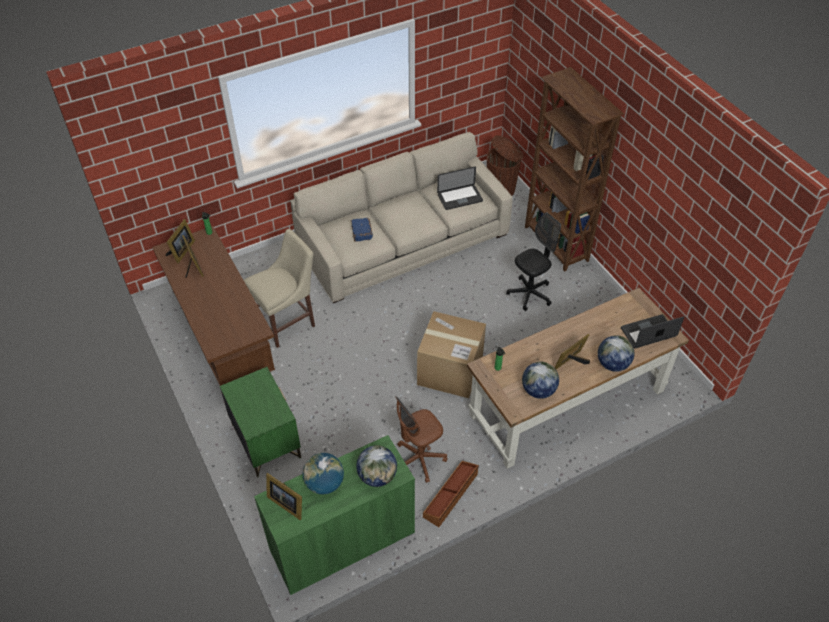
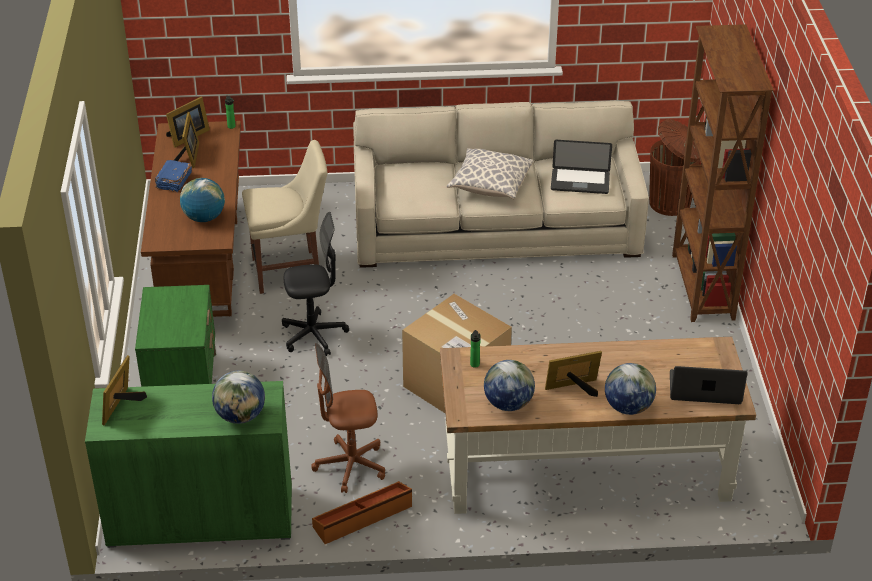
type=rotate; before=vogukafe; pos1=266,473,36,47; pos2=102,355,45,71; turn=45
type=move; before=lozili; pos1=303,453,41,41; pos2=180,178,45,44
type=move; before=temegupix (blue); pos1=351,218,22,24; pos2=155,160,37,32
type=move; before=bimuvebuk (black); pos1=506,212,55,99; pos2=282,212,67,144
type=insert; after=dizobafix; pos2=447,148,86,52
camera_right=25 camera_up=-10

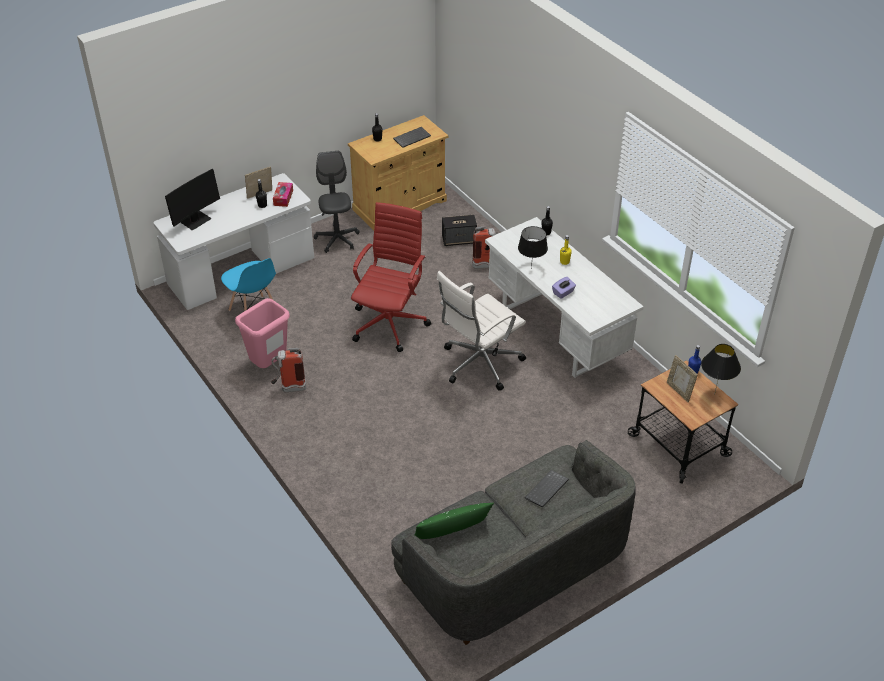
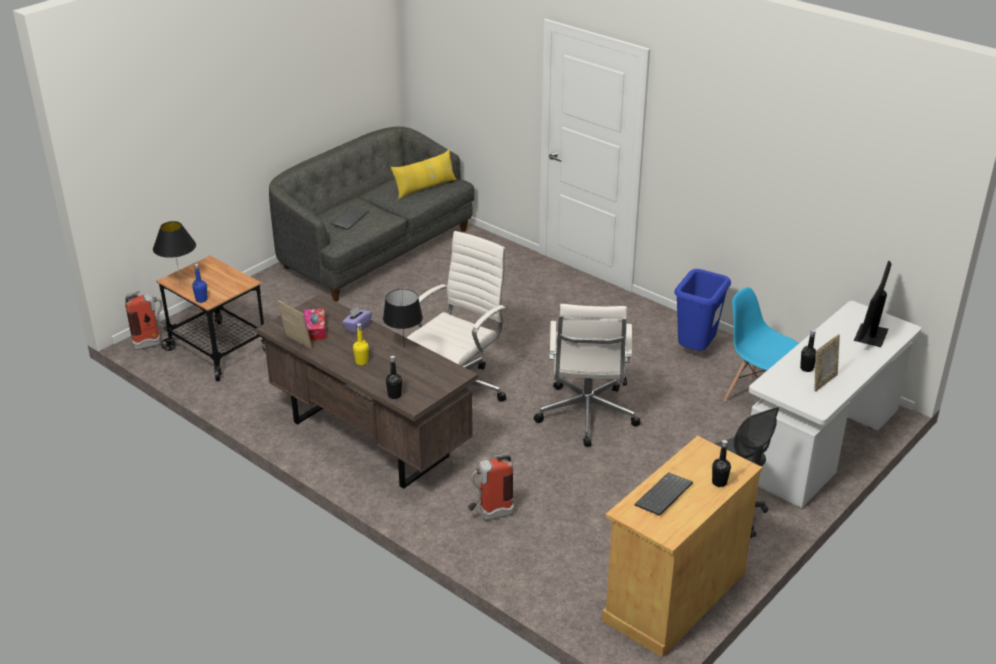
type=recolor; before=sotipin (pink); after=sotipin (blue); pos1=235,298,55,70; pos2=674,269,57,82
type=move; before=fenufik; pos1=271,348,35,44; pos2=125,291,42,59
type=move; before=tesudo; pos1=273,182,20,25; pos2=304,308,22,32
type=recolor; before=bimuvebuk (red); after=bimuvebuk (white); pos1=351,202,80,150; pos2=534,304,106,143
type=recolor; before=dizobafix (green); after=dizobafix (yellow); pos1=415,503,79,36; pos2=391,150,65,49
type=delete; before=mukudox; pos1=442,215,35,31
type=recolor; before=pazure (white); after=pazure (brown); pos1=485,217,159,161; pos2=256,294,222,195
type=move; before=vogukafe; pos1=667,355,31,47; pos2=278,300,34,50
camera_right=165 camera_up=-10

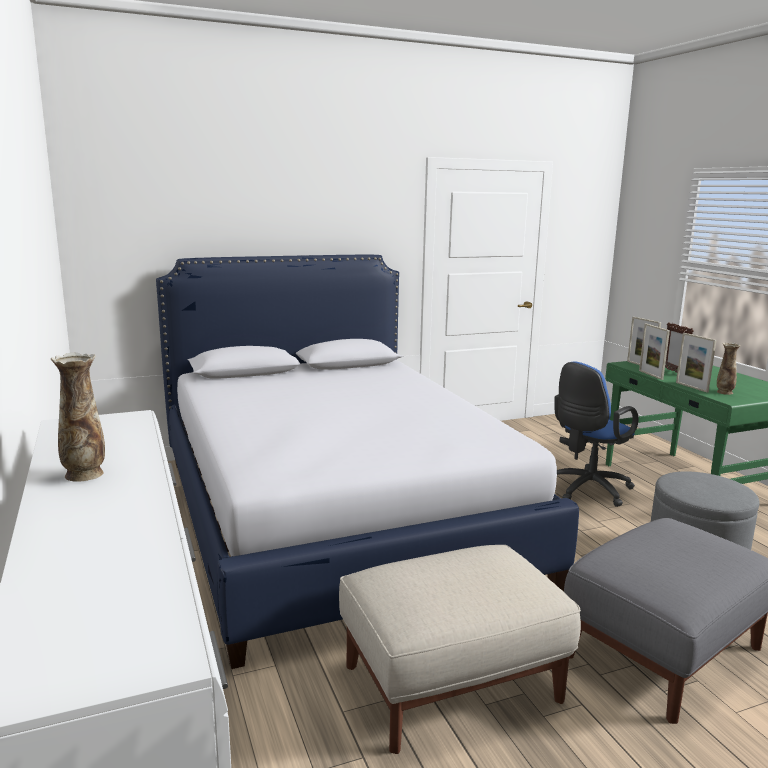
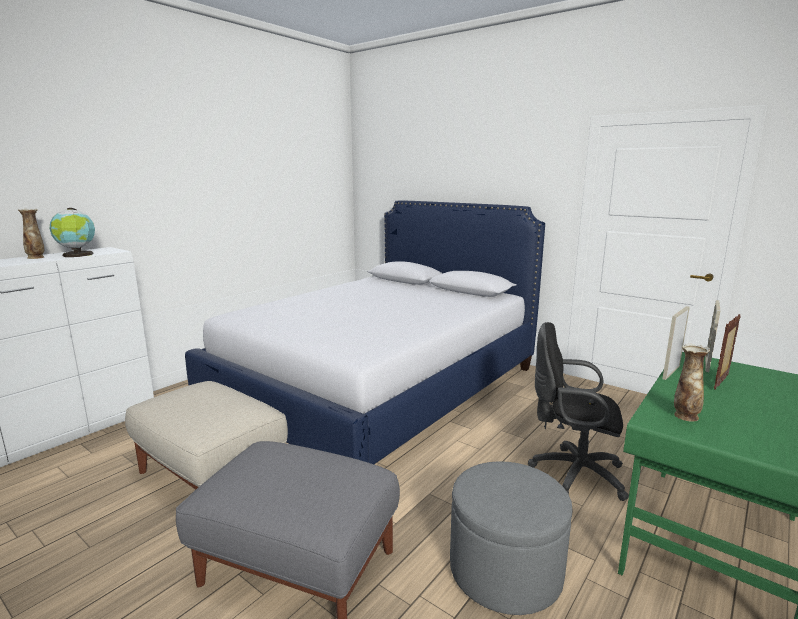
type=recolor; before=bimuvebuk (blue); after=bimuvebuk (black); pos1=554,361,85,146; pos2=528,322,101,179
type=delete; before=vogukafe; pos1=676,333,41,59
type=insert; after=lozili; pos2=50,208,45,49
camera_right=60 camera_up=0

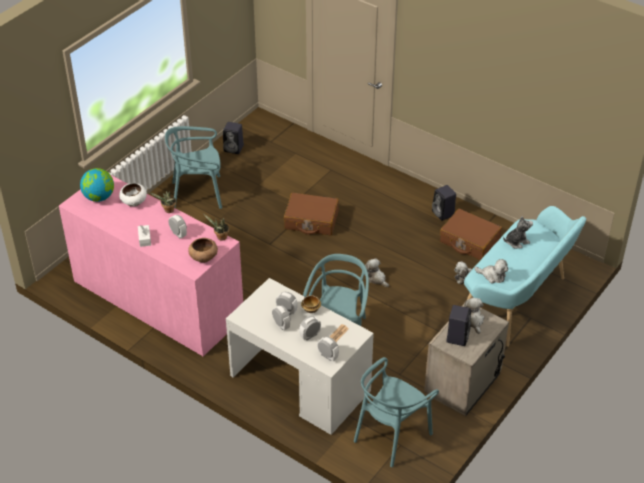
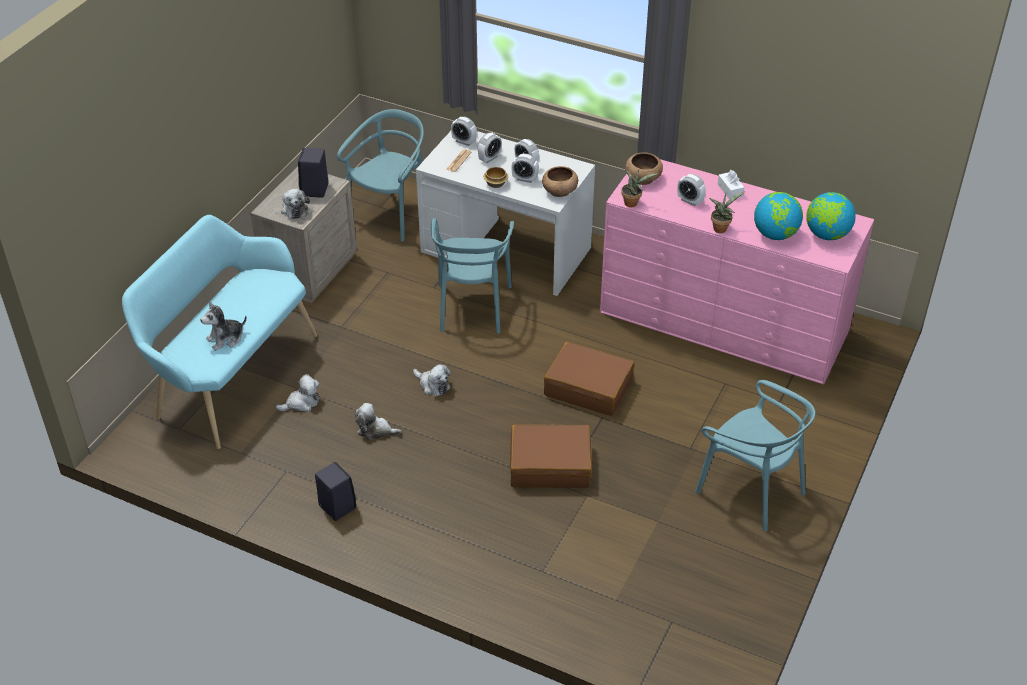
type=replace; before=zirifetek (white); after=lozili; pos1=119,183,28,24; pos2=754,192,49,48
type=rotate; before=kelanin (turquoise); pos1=165,126,57,83; pos2=695,380,120,151; turn=60
type=delete; before=mukudox (black); pos1=223,122,21,32
type=move; before=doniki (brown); pos1=440,209,62,51; pos2=544,342,90,74
type=move; before=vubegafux; pos1=475,259,33,25; pos2=355,403,47,37
type=insert; after=zirifetek (brown); pos2=542,166,36,31
camera_right=170 camera_up=0

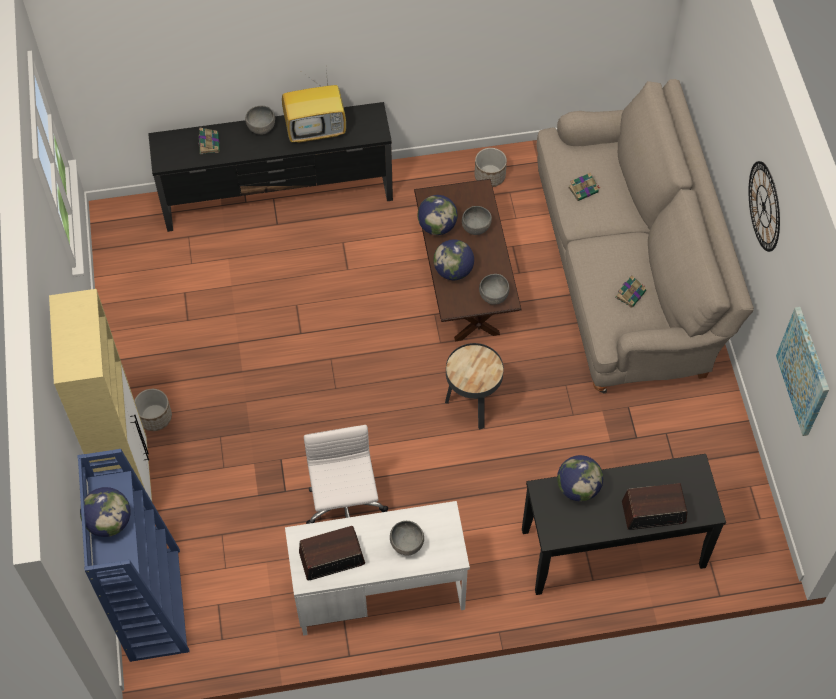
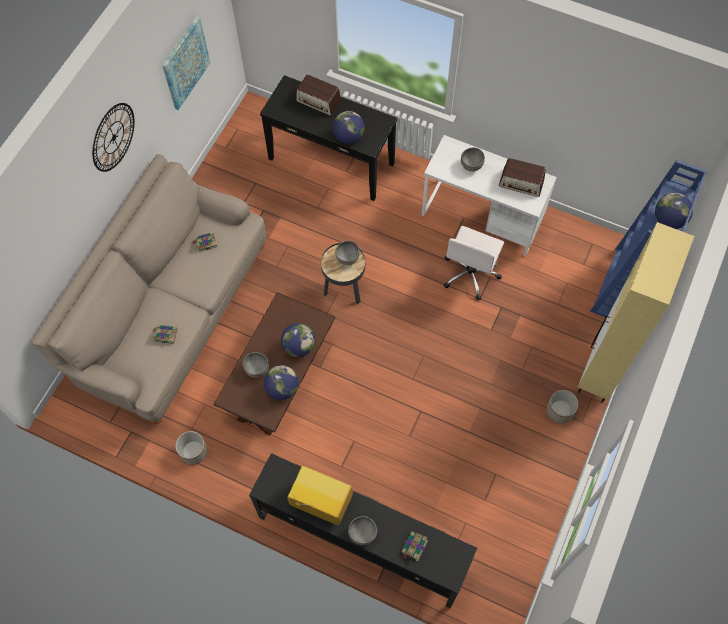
type=move; before=zirifetek (grey); pos1=479,274,30,31; pos2=335,241,25,24
camera_right=-145 camera_up=5

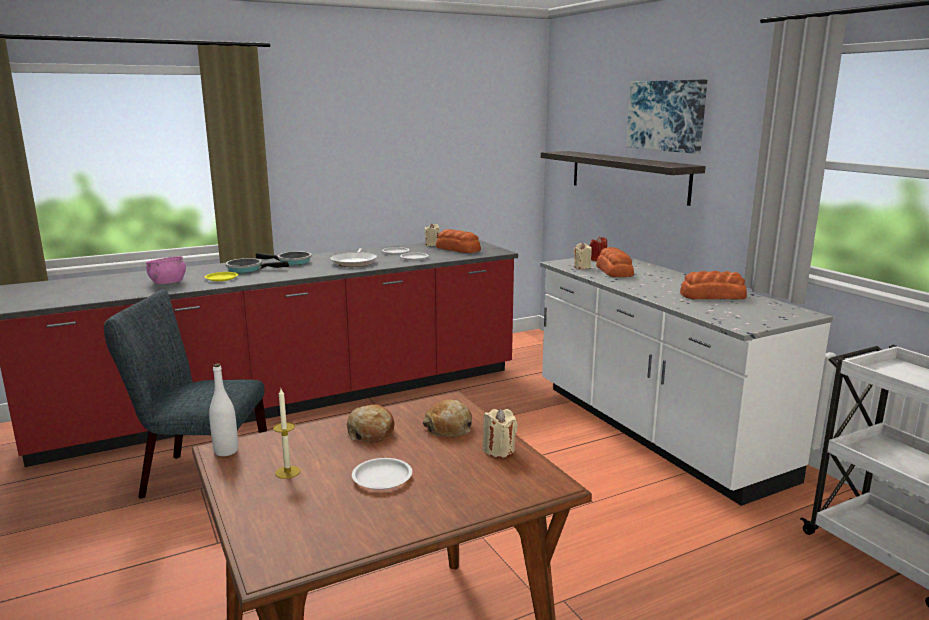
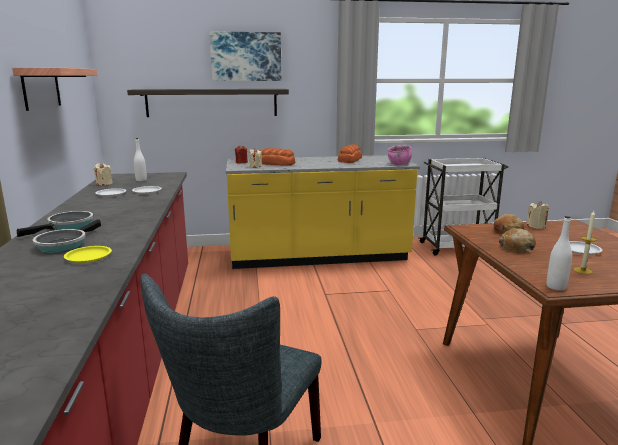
type=move; before=zirifetek (pink); pos1=146,256,40,28; pos2=388,145,24,20
type=delete; before=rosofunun; pos1=330,248,47,19
type=replace; before=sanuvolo; after=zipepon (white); pos1=436,229,45,24; pos2=134,138,13,43
type=recolor; before=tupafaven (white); after=tupafaven (yellow); pos1=540,258,293,248; pos2=226,155,194,114
type=insert; after=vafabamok; pos2=12,67,85,44
camera_right=-70 camera_up=0

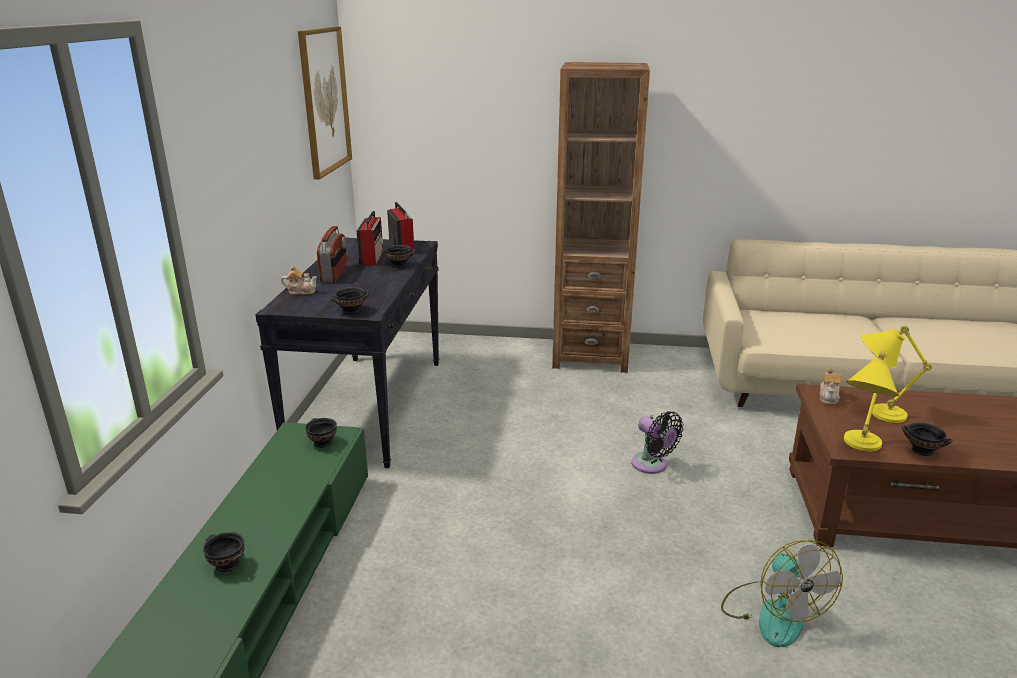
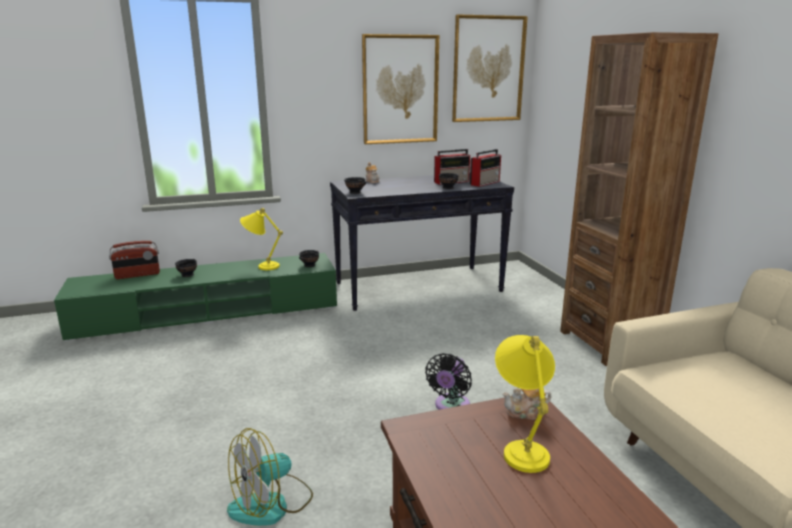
type=move; before=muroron; pos1=317,226,30,56; pos2=109,241,51,38
type=move; before=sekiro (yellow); pos1=844,351,55,100; pos2=240,208,43,62
type=delete; before=zirifetek (black); pos1=901,422,52,34
type=insert; after=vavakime; pos2=362,34,77,110
camera_right=65 camera_up=-5

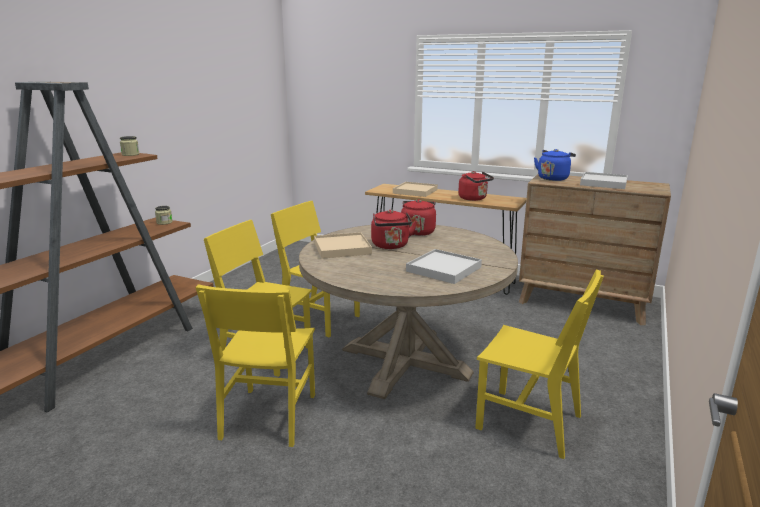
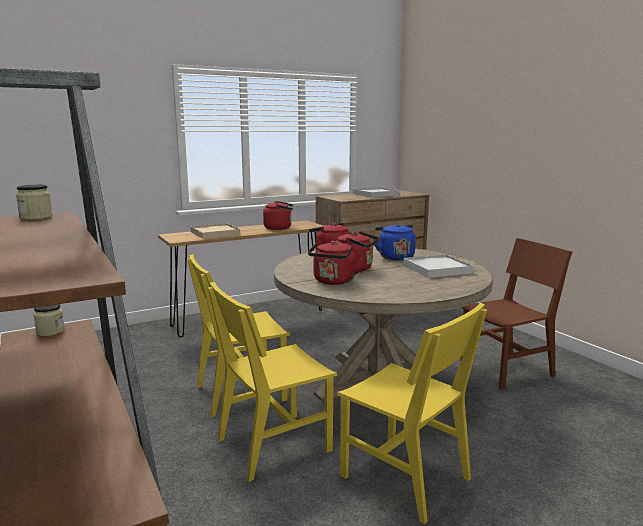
type=replace; before=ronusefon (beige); after=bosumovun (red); pos1=314,232,58,27; pos2=308,241,56,44
type=recolor; before=kelanin (yellow); after=kelanin (brown); pos1=475,269,129,190; pos2=460,238,112,152
type=move; before=bosumovun (blue); pos1=534,149,42,32; pos2=374,223,42,37
camera_right=-55 camera_up=-5

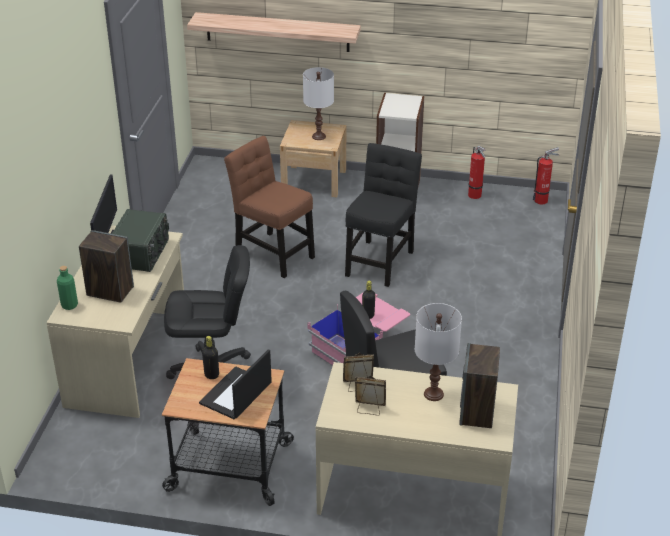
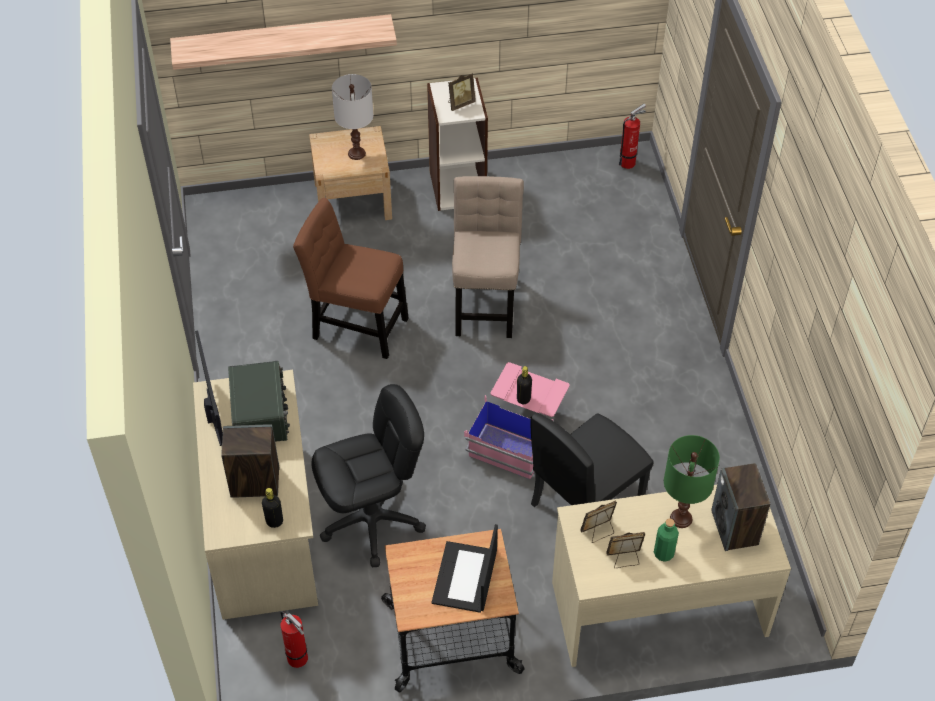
type=move; before=zipepon (green); pos1=57,266,21,44; pos2=654,519,25,43
type=move; before=zipepon (black); pos1=202,336,17,43; pos2=262,488,21,40
type=recolor; before=kelanin (black); after=kelanin (beige); pos1=345,143,77,144; pos2=452,176,72,162
type=recolor; before=sekiro (white); after=sekiro (green); pos1=415,303,47,98; pos2=664,435,56,93
type=move; before=fenufik; pos1=468,146,17,53; pos2=281,611,27,57
type=insert; after=vogukafe; pos2=448,73,28,38
camera_right=-20 camera_up=15

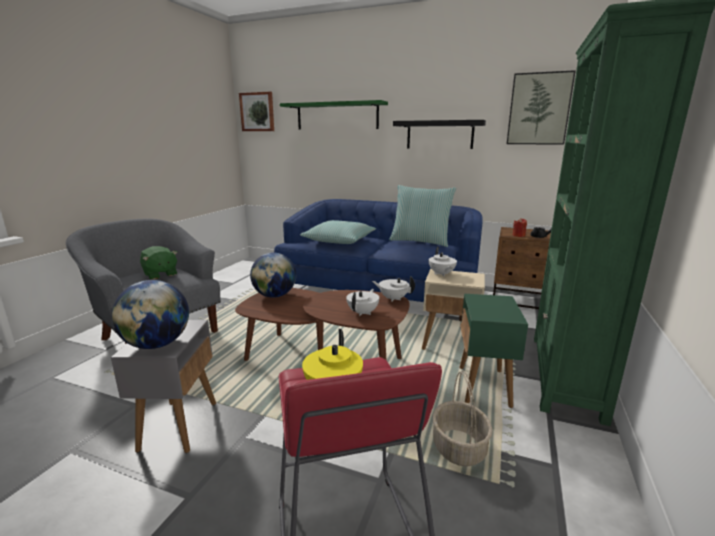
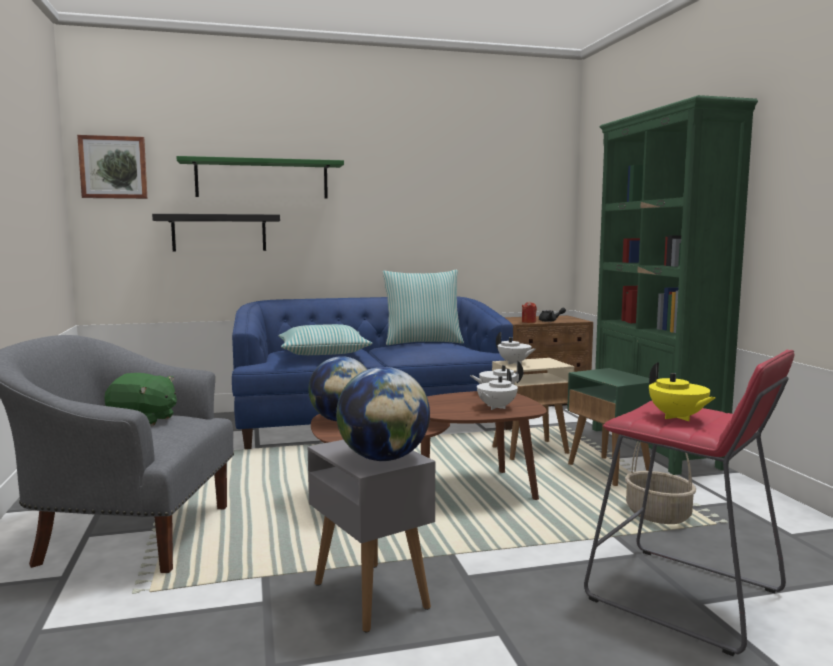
type=rotate; before=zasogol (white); pos1=346,289,33,27; pos2=477,369,41,41; turn=-135
type=move; before=vafabamok (black); pos1=393,120,93,29; pos2=152,214,128,37
type=delete; before=vavakime; pos1=507,70,69,75
camera_right=-35 camera_up=-10

